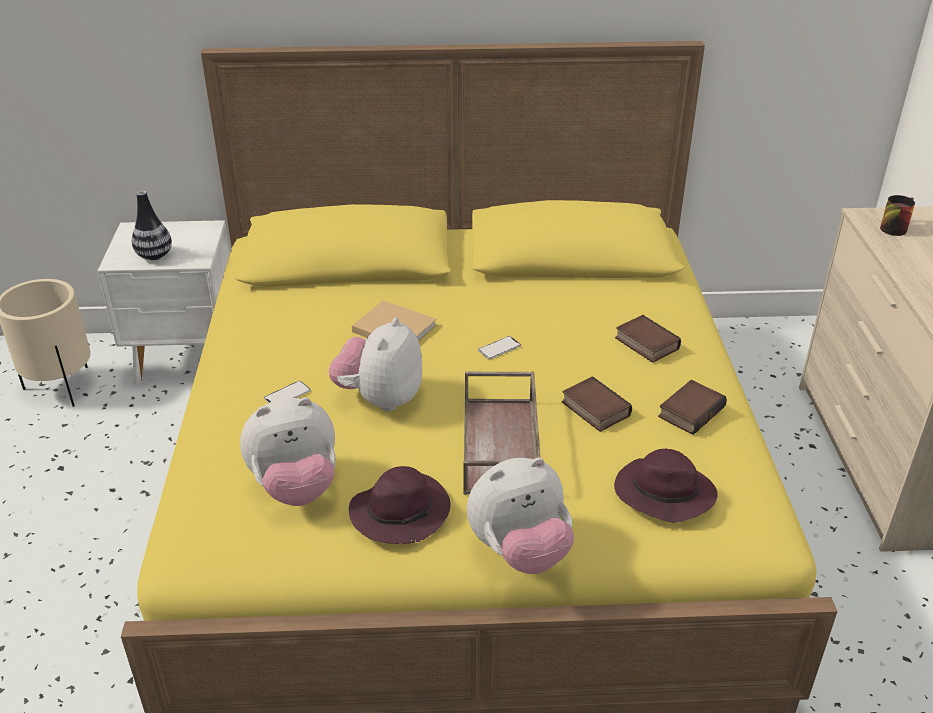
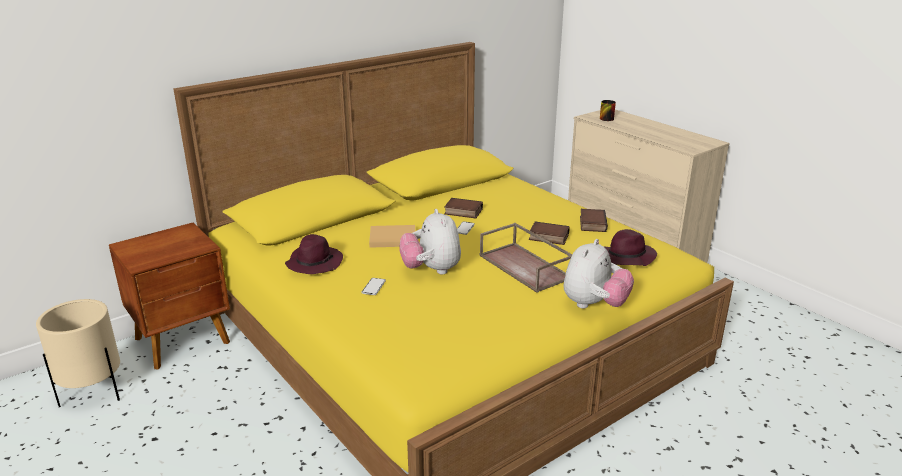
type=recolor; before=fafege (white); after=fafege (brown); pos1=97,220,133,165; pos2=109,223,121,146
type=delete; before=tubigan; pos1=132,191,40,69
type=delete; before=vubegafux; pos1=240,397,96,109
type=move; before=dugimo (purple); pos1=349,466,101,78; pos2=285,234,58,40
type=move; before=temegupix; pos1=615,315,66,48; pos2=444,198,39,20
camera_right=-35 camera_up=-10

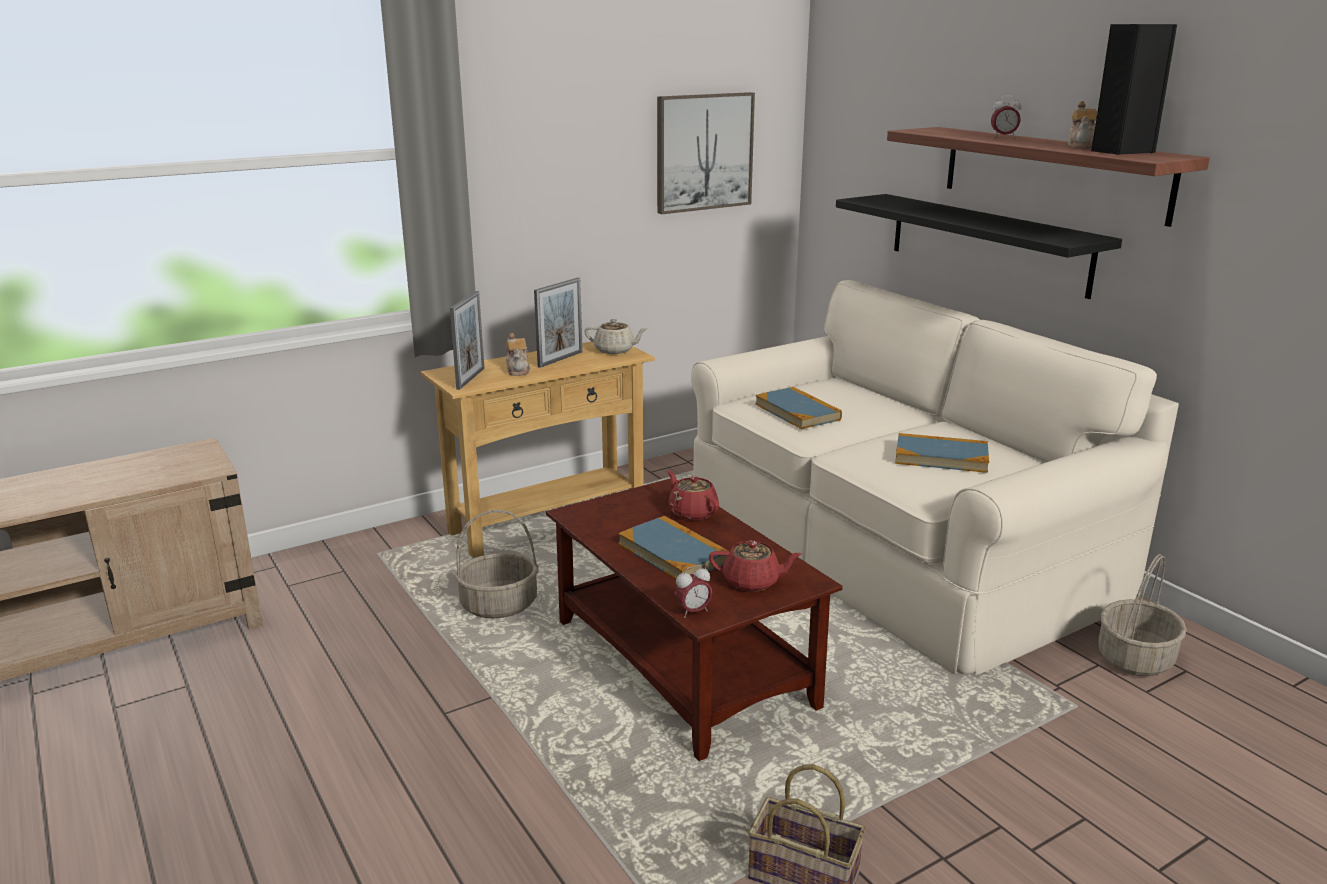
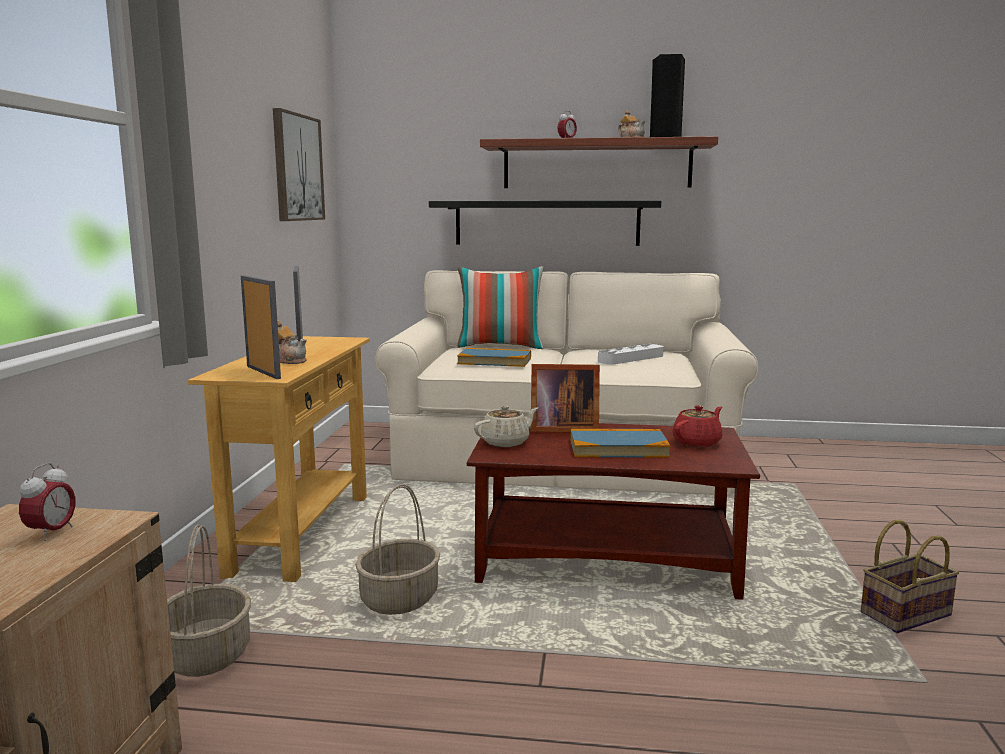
type=move; before=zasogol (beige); pos1=584,319,63,35; pos2=474,405,64,42
type=replace; before=zasogol (red); after=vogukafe; pos1=667,471,52,49; pos2=531,364,69,68
type=move; before=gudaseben; pos1=674,565,38,53; pos2=19,463,57,78
type=replace; before=temegupix; after=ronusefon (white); pos1=895,433,94,40; pos2=598,344,66,21
type=move; before=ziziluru; pos1=1098,554,89,122; pos2=167,524,84,153
type=insert; after=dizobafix; pos2=458,266,85,83
camera_right=-50 camera_up=-10

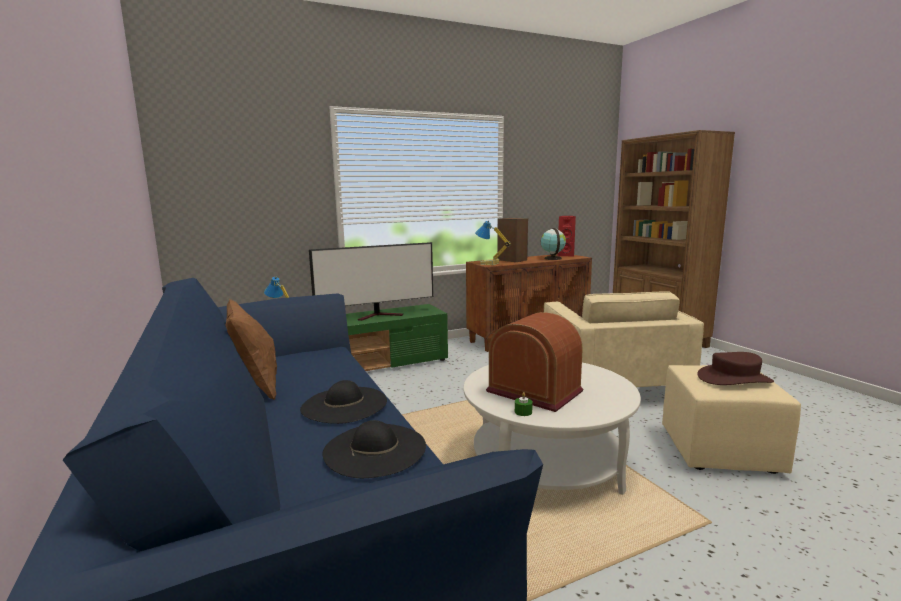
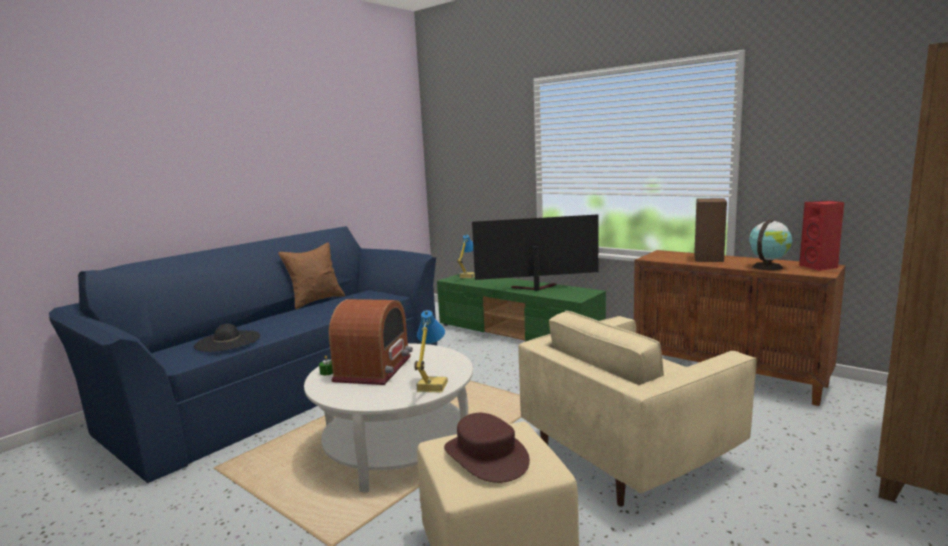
type=delete; before=dugimo (black); pos1=300,380,87,44
type=rotate; before=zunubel; pos1=309,242,124,79; pos2=472,214,126,77; turn=135
type=move; before=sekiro; pos1=475,220,36,45; pos2=414,310,34,83
camera_right=65 camera_up=0

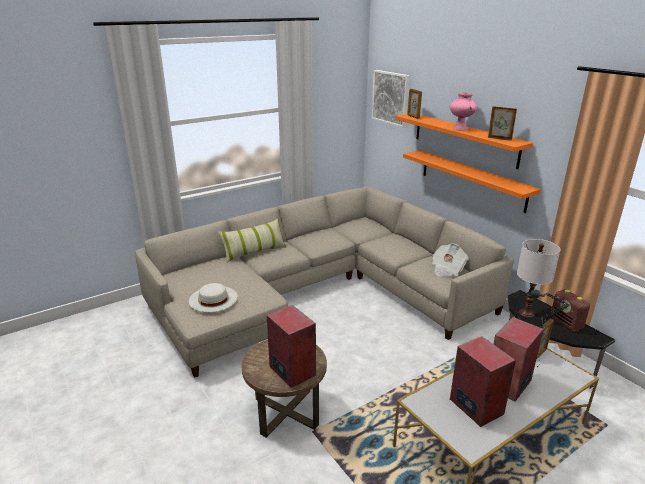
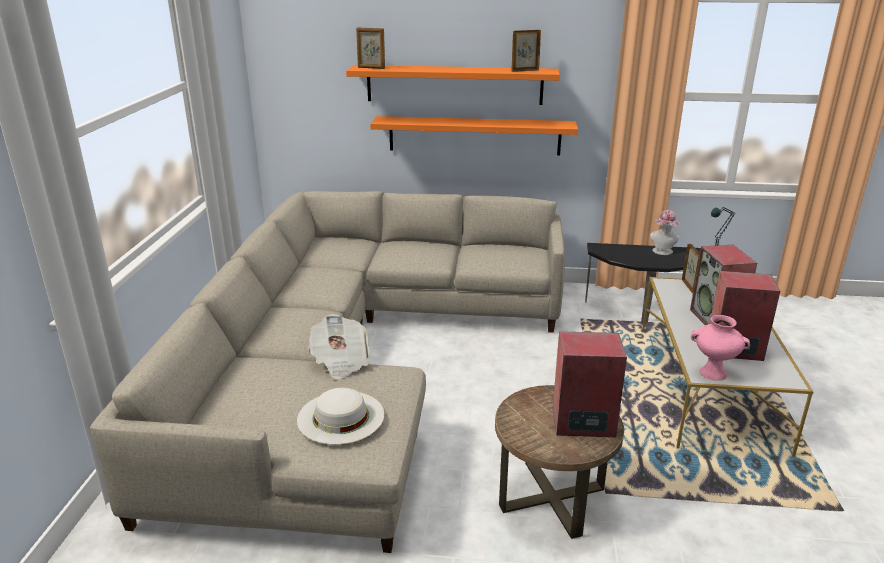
type=delete; before=dizobafix; pos1=218,219,68,44
type=delete; before=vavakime; pos1=372,70,38,58
type=move; before=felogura; pos1=432,243,36,33; pos2=308,314,62,65
type=move; before=tubigan (pink); pos1=450,93,27,38; pos2=691,315,59,66
type=delete; before=sekiro (white); pos1=517,239,43,79
type=replace; before=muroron; after=dugimo; pos1=551,289,39,42; pos2=650,210,30,45
camera_right=-50 camera_up=0

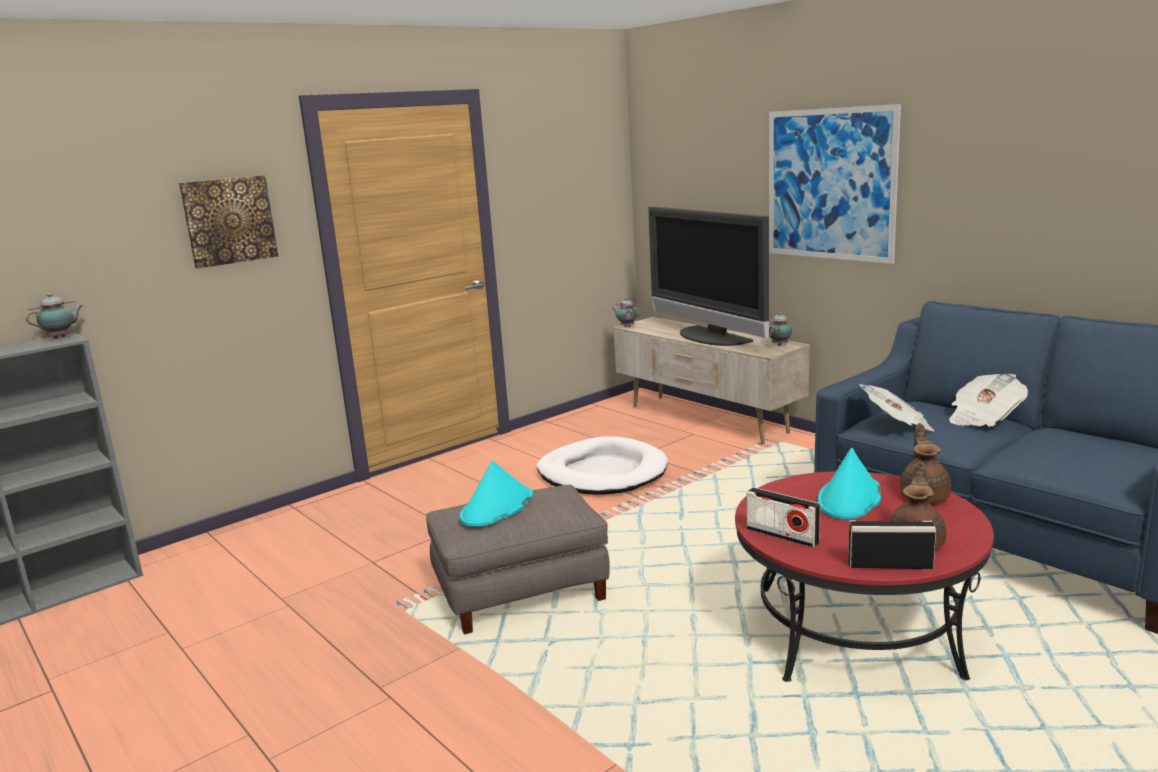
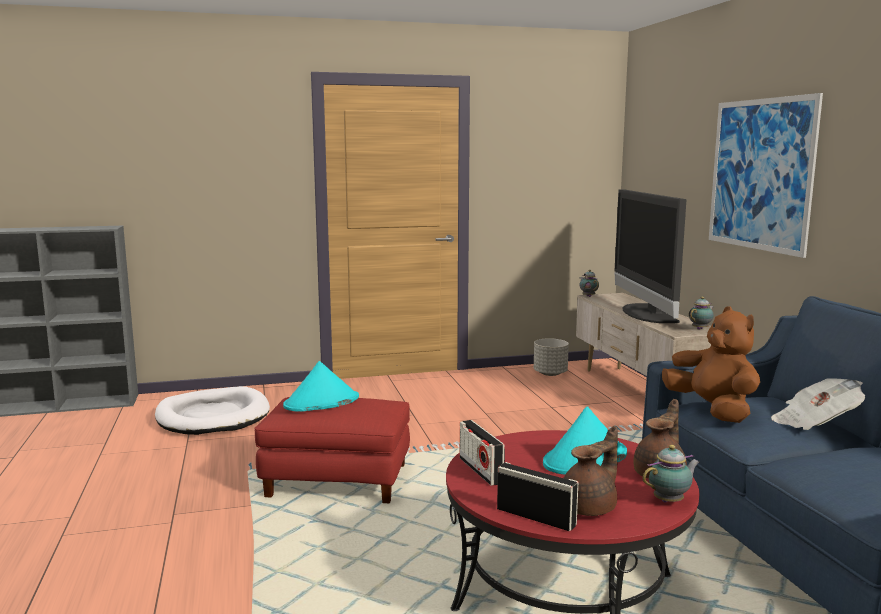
type=move; before=zasogol; pos1=26,293,56,46; pos2=643,445,57,58
type=delete; before=vavakime; pos1=179,175,99,93
type=recolor; before=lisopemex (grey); after=lisopemex (red); pos1=426,485,184,149; pos2=254,397,156,106
type=move; before=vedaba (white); pos1=537,437,131,58; pos2=155,386,115,49
type=replace; before=felogura; after=vubegafux (brown); pos1=860,384,74,47; pos2=662,306,98,117
type=insert; after=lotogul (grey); pos2=534,338,35,38
camera_right=25 camera_up=-5

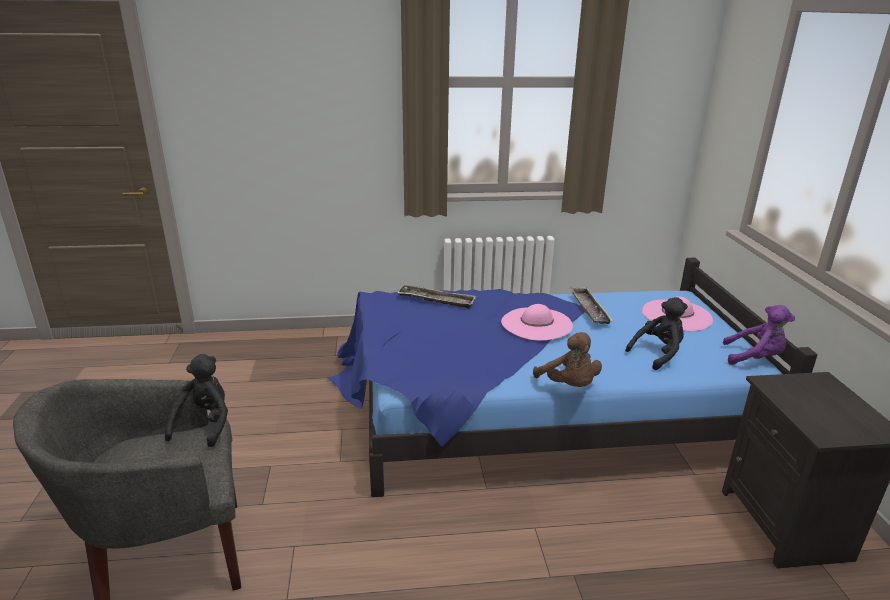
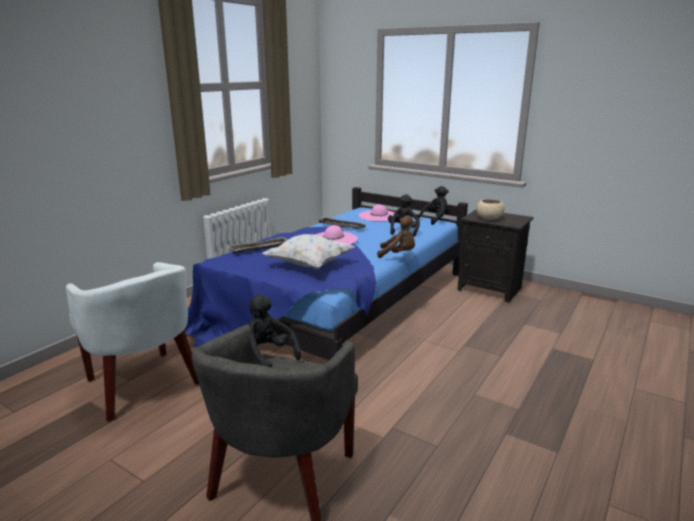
type=recolor; before=vubegafux (purple); after=vubegafux (black); pos1=723,305,72,60; pos2=417,186,32,39
type=insert; after=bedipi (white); pos2=66,262,133,159
type=insert; after=dizobafix (white); pos2=262,234,93,35
type=insert; after=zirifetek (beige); pos2=477,199,27,21
camera_right=-50 camera_up=-5

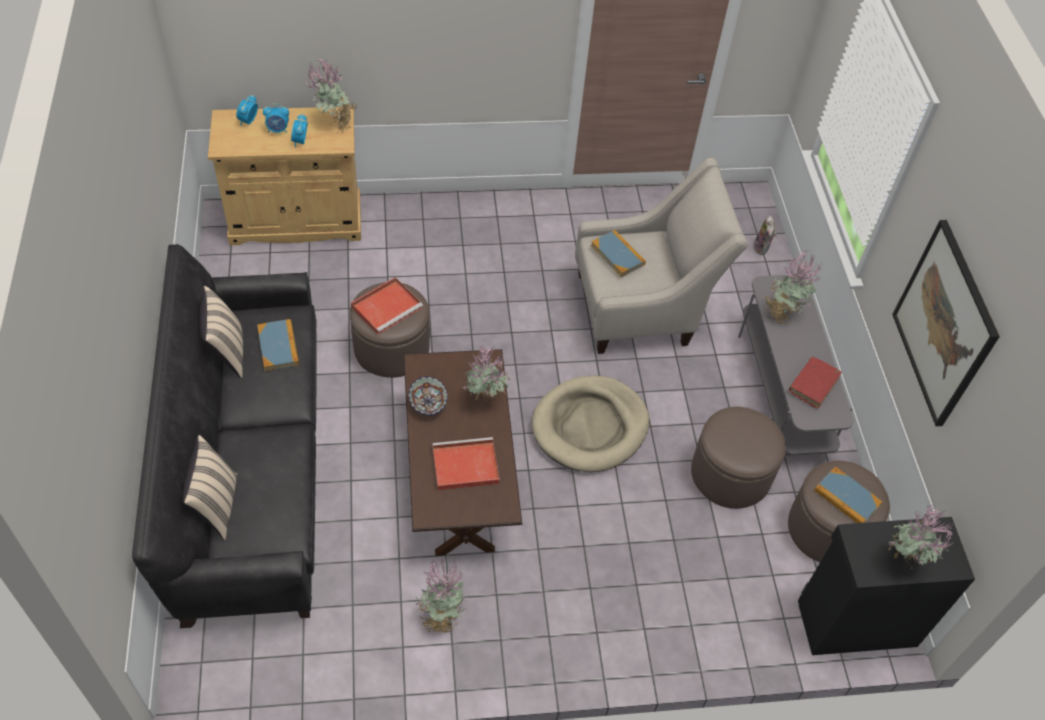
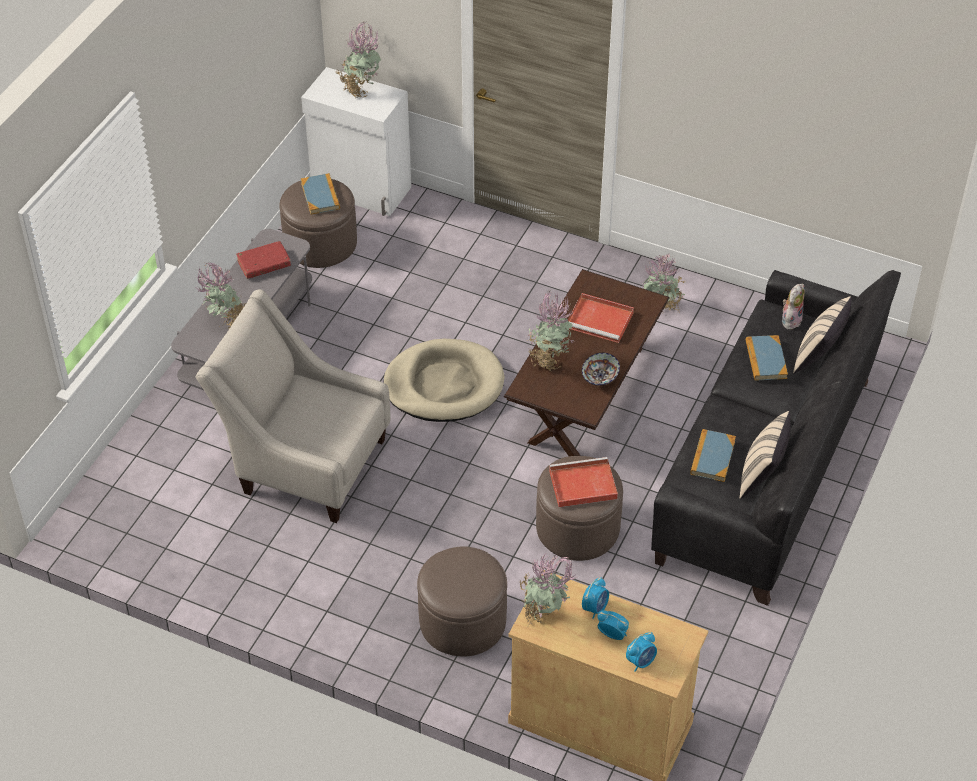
type=move; before=temegupix; pos1=591,230,55,47; pos2=746,335,42,46
type=move; before=lisopemex (brown); pos1=691,406,95,103; pos2=417,546,90,111
type=move; before=vubegafux; pos1=753,216,24,39; pos2=782,284,23,46
type=recolor; before=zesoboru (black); after=zesoboru (white); pos1=798,517,177,138; pos2=301,67,110,149
type=delete; before=vavakime; pos1=892,220,108,206
camera_right=-145 camera_up=-5

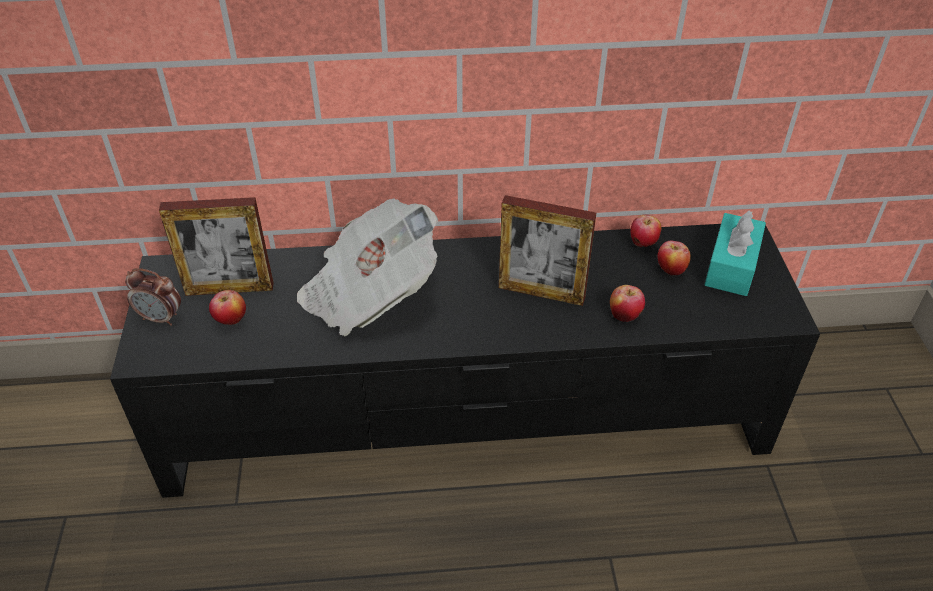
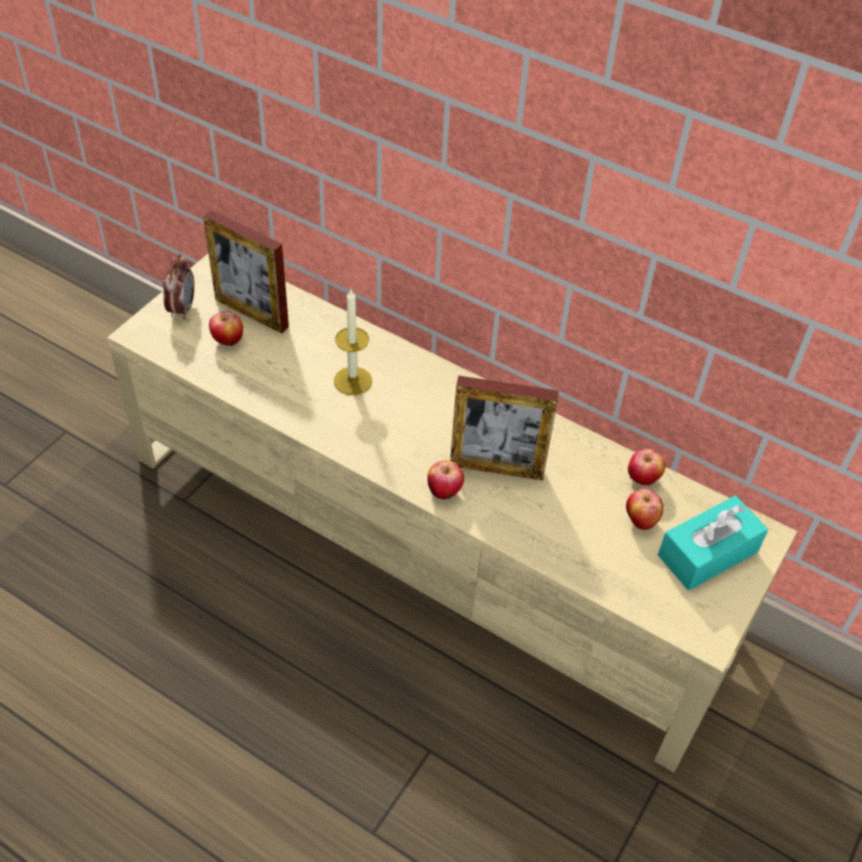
type=recolor; before=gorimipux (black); after=gorimipux (beige); pos1=110,221,710,277; pos2=107,253,690,519
type=rotate; before=gudaseben; pos1=125,268,56,58; pos2=163,254,32,66; turn=-135
type=replace; before=felogura; after=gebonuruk; pos1=297,198,141,138; pos2=334,289,38,106
type=rotate; before=vogukafe; pos1=499,195,97,111; pos2=450,376,109,104; turn=-45
type=move; before=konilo; pos1=610,285,35,37; pos2=427,460,37,40
camera_right=35 camera_up=5

